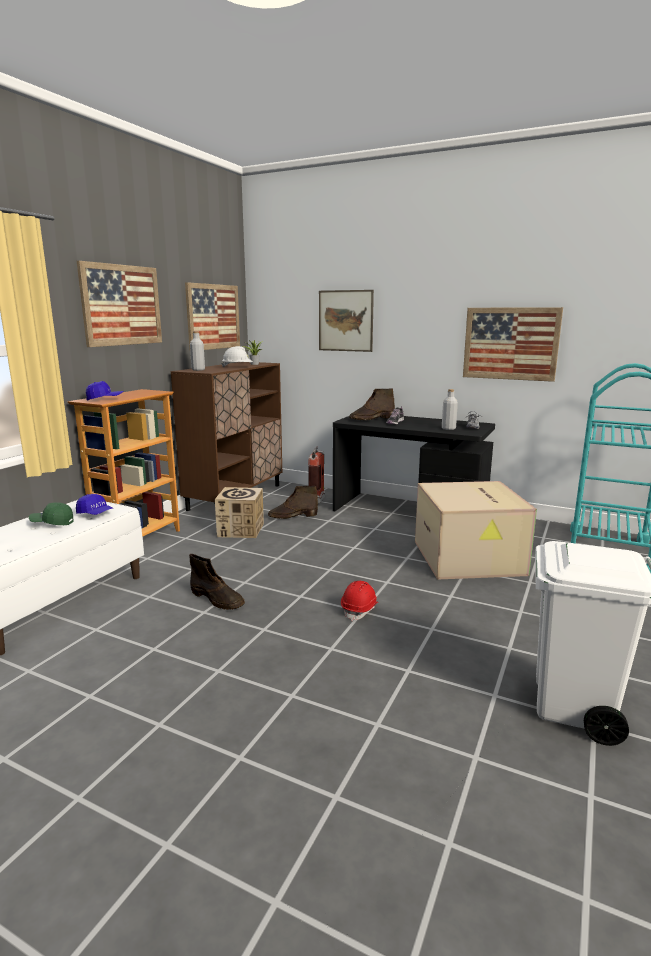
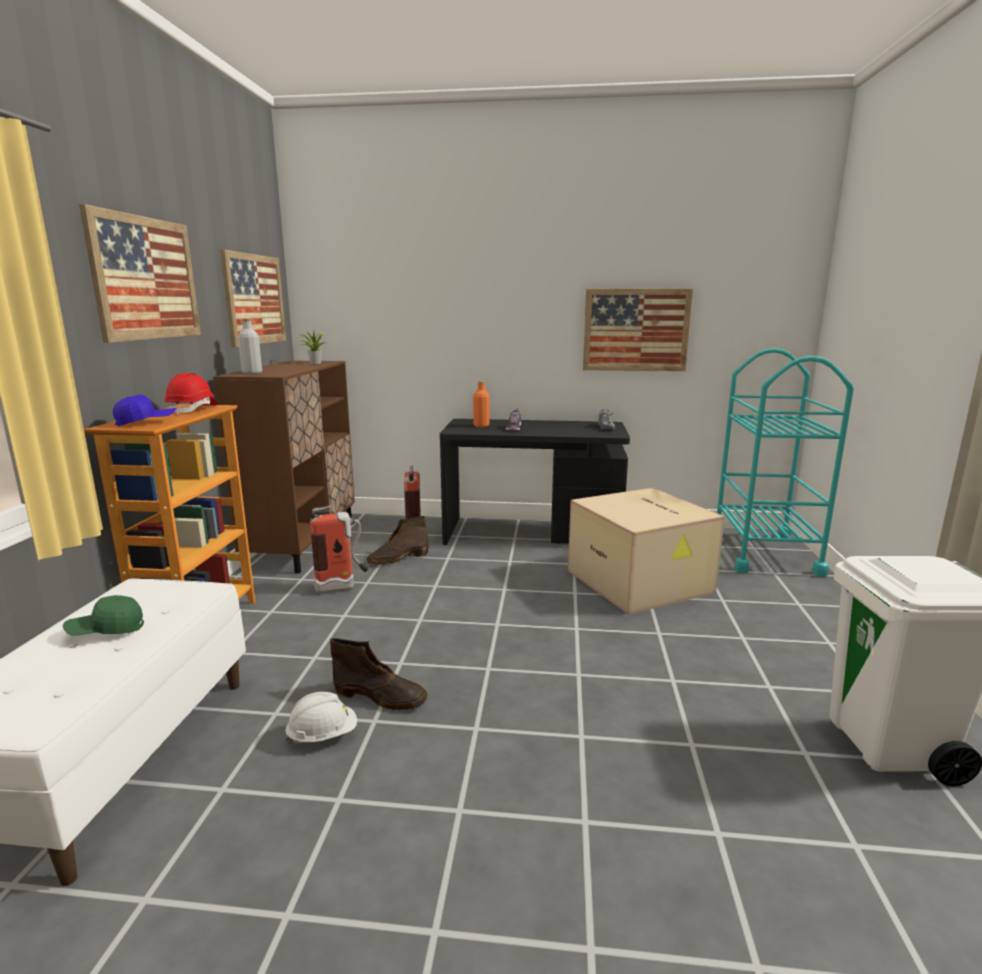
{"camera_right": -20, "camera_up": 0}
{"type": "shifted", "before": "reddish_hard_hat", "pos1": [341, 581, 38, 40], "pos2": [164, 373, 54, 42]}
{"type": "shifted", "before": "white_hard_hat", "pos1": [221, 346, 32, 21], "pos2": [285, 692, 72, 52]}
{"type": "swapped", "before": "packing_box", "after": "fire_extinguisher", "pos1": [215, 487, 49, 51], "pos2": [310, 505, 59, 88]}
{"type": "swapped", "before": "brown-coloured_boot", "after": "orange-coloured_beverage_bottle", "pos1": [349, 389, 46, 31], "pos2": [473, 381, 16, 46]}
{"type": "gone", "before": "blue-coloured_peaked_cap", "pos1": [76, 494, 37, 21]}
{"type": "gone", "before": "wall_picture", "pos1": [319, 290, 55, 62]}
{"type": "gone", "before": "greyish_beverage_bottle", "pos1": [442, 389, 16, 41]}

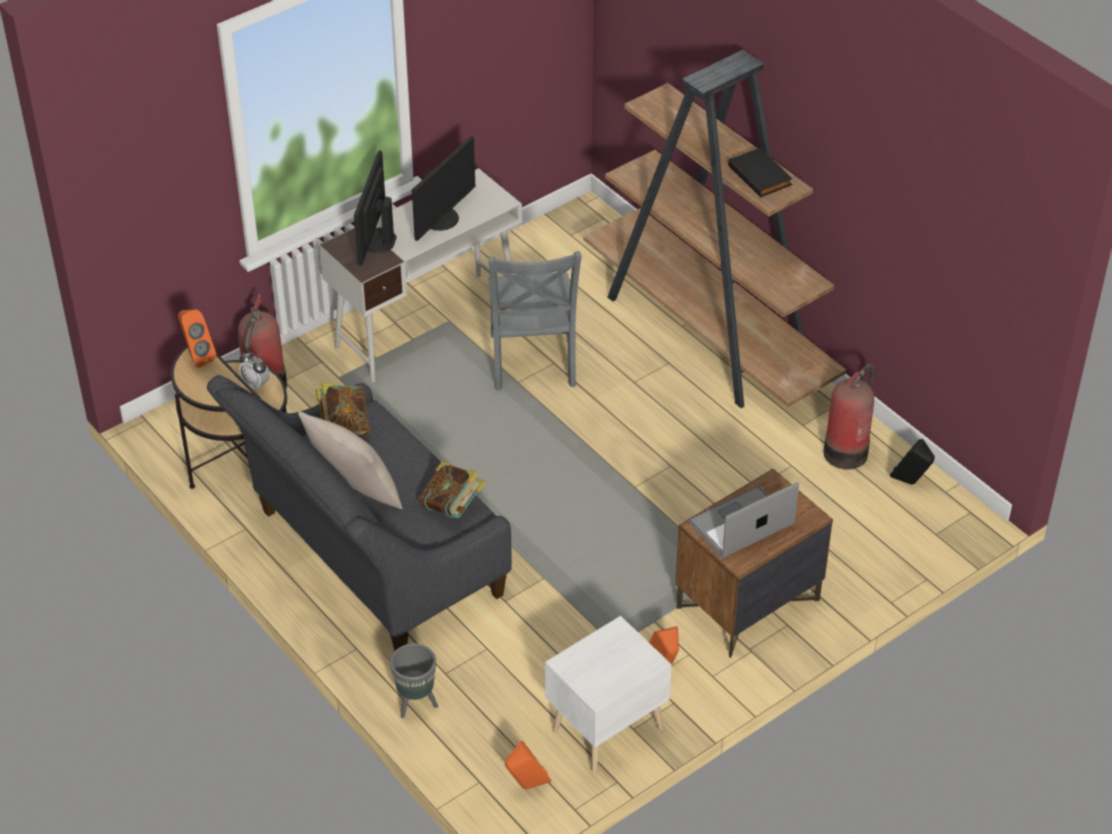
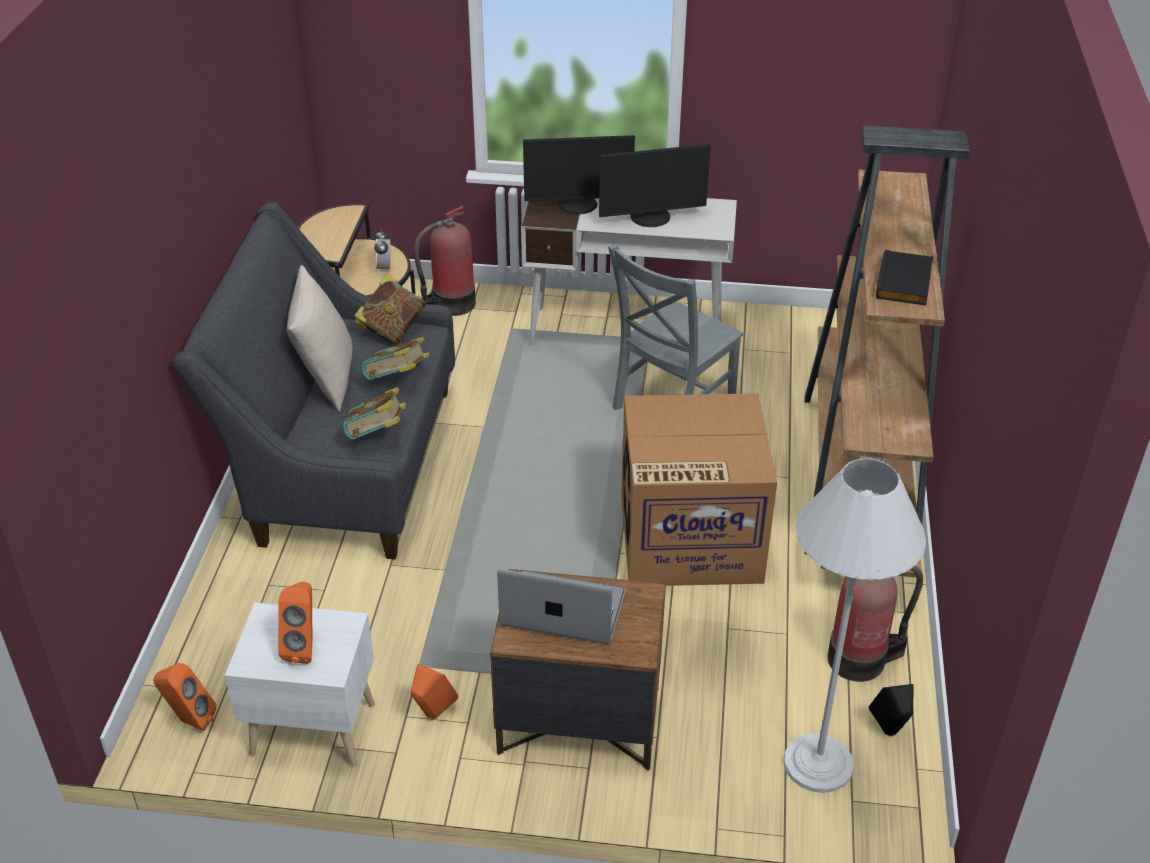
{"camera_right": 45, "camera_up": -5}
{"type": "shifted", "before": "orange-coloured_loudspeaker", "pos1": [178, 309, 38, 59], "pos2": [278, 582, 34, 82]}
{"type": "new", "after": "book", "pos2": [362, 337, 68, 43]}
{"type": "rotated", "before": "computer_screen", "pos1": [354, 150, 43, 116], "pos2": [523, 135, 112, 80], "turn": -150}
{"type": "new", "after": "packing_box", "pos2": [621, 393, 156, 193]}
{"type": "new", "after": "white_standard_lamp", "pos2": [783, 458, 143, 335]}
{"type": "gone", "before": "greyish_flower_pot", "pos1": [390, 643, 48, 75]}

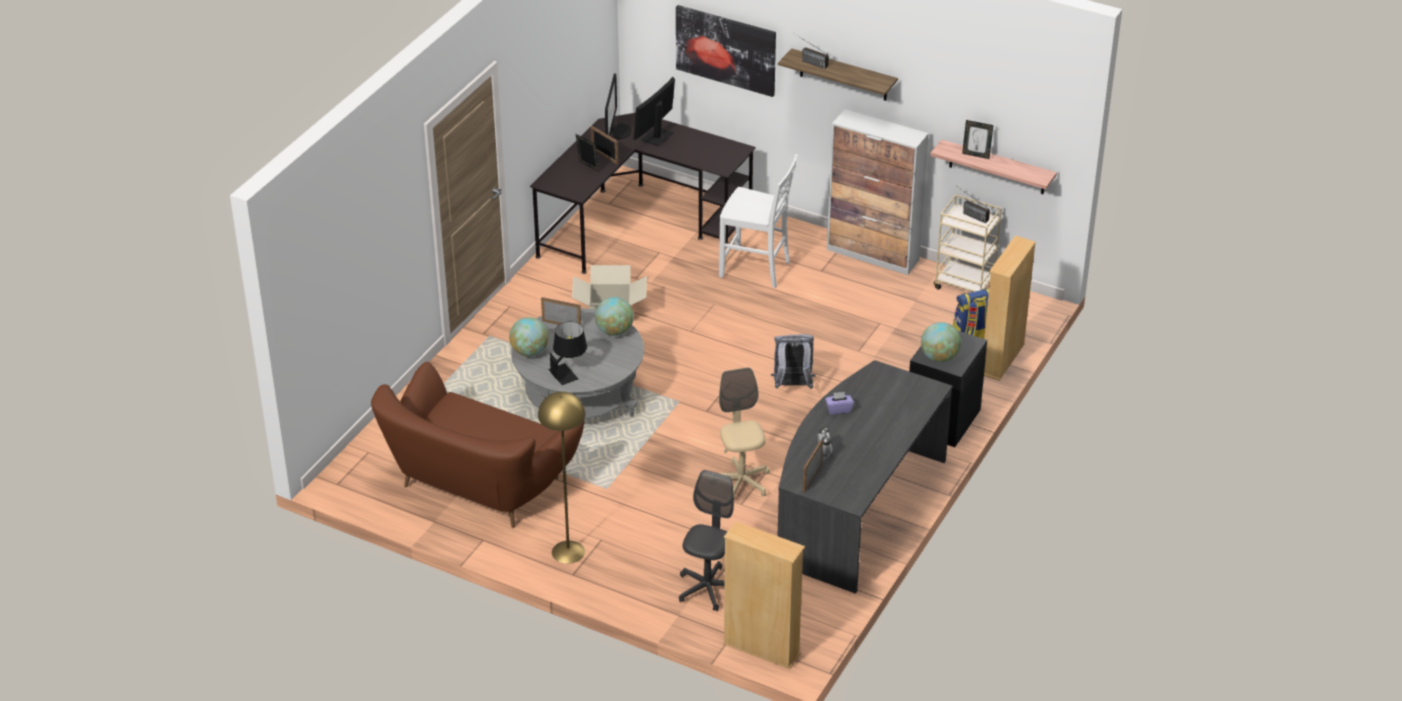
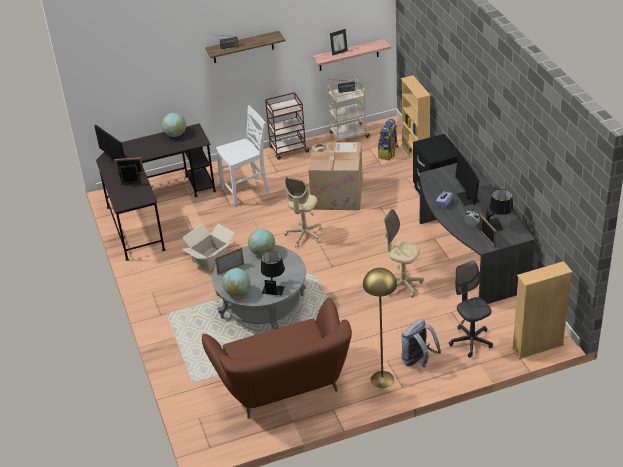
{"camera_right": -45, "camera_up": 0}
{"type": "shifted", "before": "globe", "pos1": [921, 322, 40, 40], "pos2": [162, 113, 24, 24]}
{"type": "swapped", "before": "cupboard", "after": "brown-coloured_wheeled_cart", "pos1": [827, 109, 102, 166], "pos2": [265, 92, 46, 68]}
{"type": "new", "after": "beige-coloured_office_chair", "pos2": [284, 177, 38, 71]}
{"type": "new", "after": "packing_box", "pos2": [308, 142, 55, 68]}
{"type": "shifted", "before": "greyish_backpack", "pos1": [771, 334, 45, 55], "pos2": [401, 319, 40, 49]}
{"type": "shifted", "before": "computer_screen", "pos1": [634, 77, 41, 69], "pos2": [455, 153, 25, 53]}
{"type": "new", "after": "blackish_table_lamp", "pos2": [486, 189, 28, 42]}
{"type": "gone", "before": "wall_picture", "pos1": [676, 5, 100, 92]}

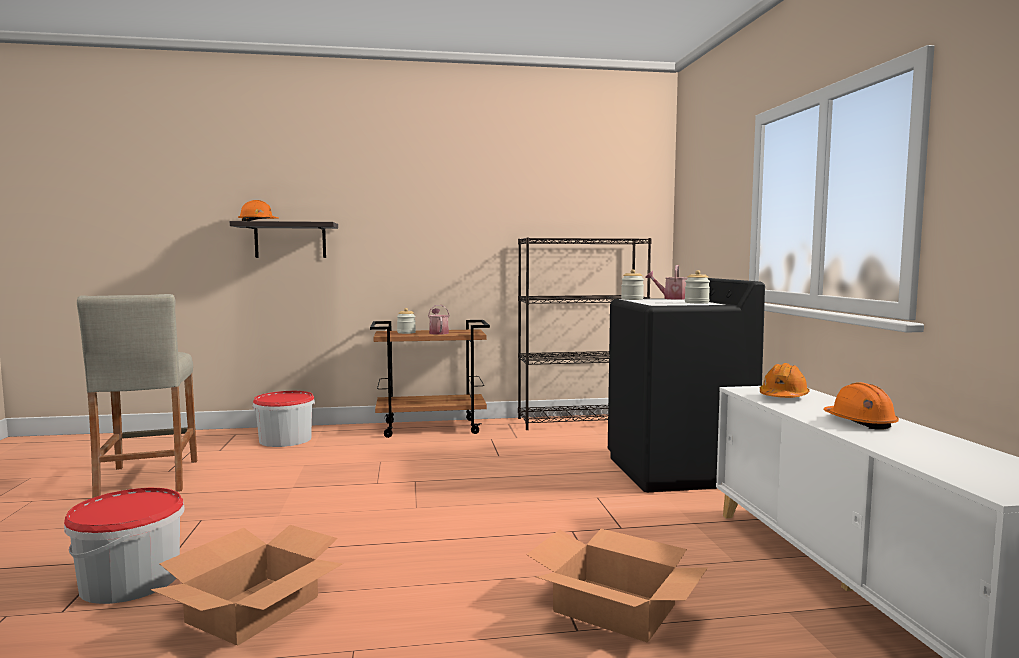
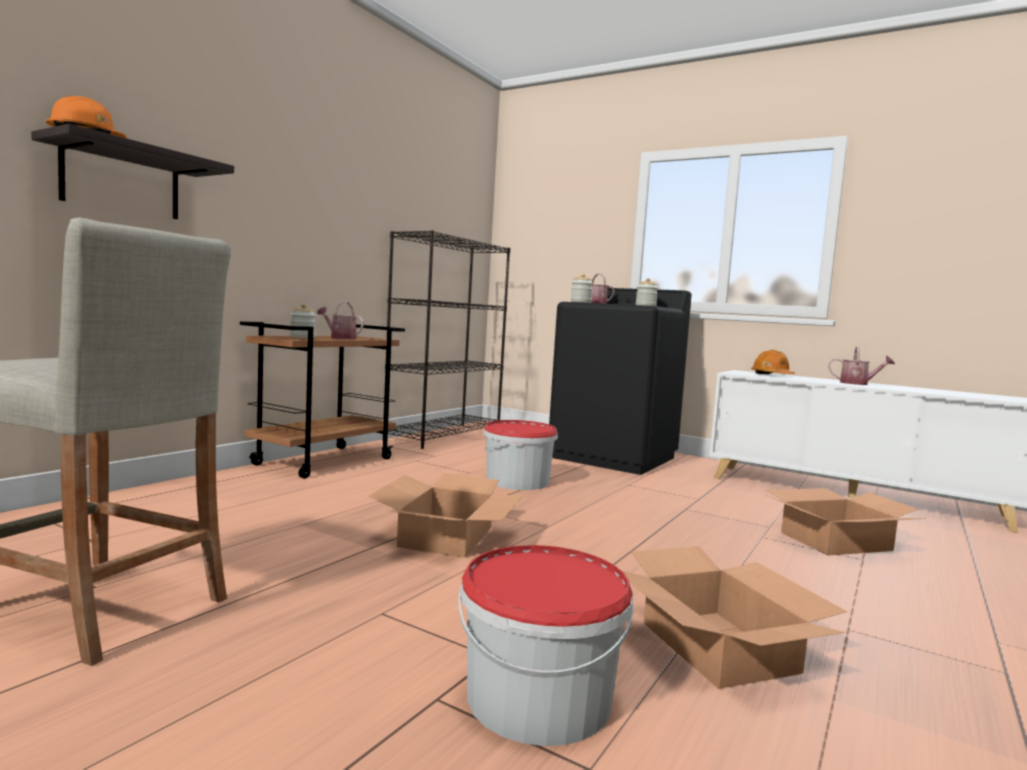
{"camera_right": -50, "camera_up": 0}
{"type": "new", "after": "packing_box", "pos2": [369, 473, 155, 85]}
{"type": "shifted", "before": "pail", "pos1": [252, 391, 63, 56], "pos2": [484, 420, 74, 70]}
{"type": "swapped", "before": "orange-coloured_hard_hat", "after": "sprinkling_can", "pos1": [824, 382, 75, 48], "pos2": [828, 347, 67, 38]}

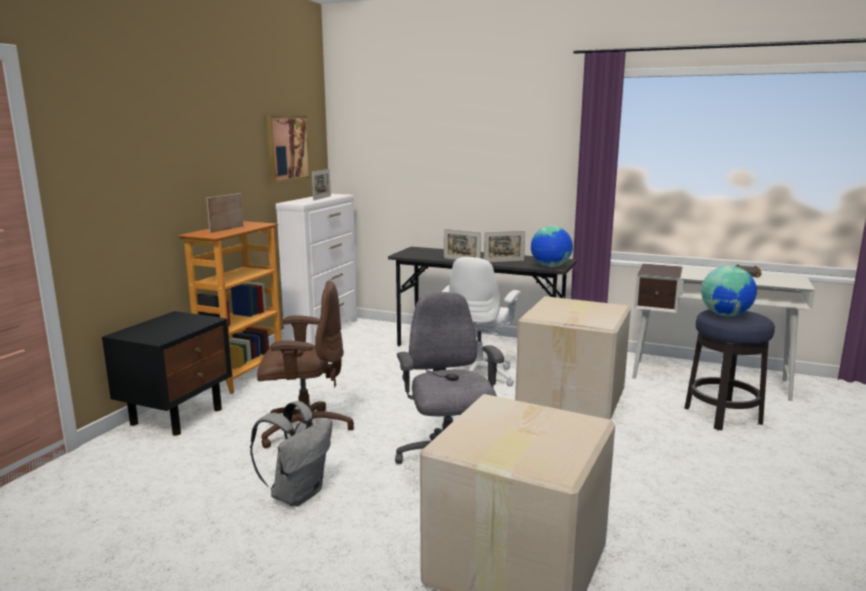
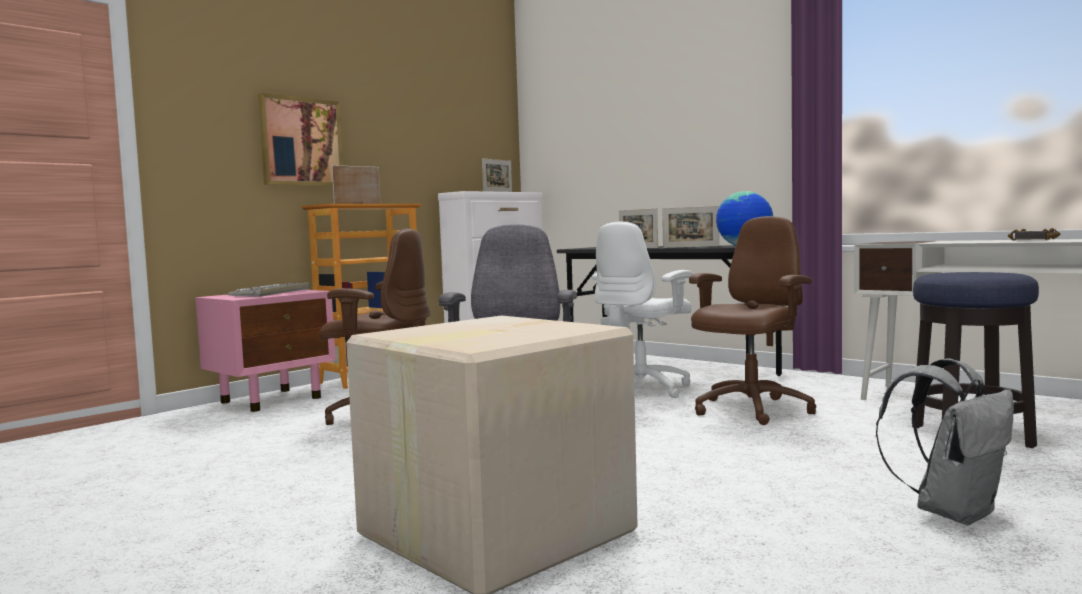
{"camera_right": 20, "camera_up": -10}
{"type": "repainted", "before": "blackish_nightstand", "after": "pinkish_nightstand", "pos1": [102, 311, 130, 125], "pos2": [195, 290, 141, 122]}
{"type": "new", "after": "PC_keyboard", "pos2": [228, 282, 81, 15]}
{"type": "shifted", "before": "wall_picture", "pos1": [266, 115, 45, 68], "pos2": [258, 93, 85, 93]}
{"type": "swapped", "before": "packing_box", "after": "brown-coloured_office_chair", "pos1": [515, 296, 116, 124], "pos2": [689, 216, 127, 209]}
{"type": "shifted", "before": "greyish_backpack", "pos1": [250, 401, 82, 106], "pos2": [876, 358, 138, 167]}
{"type": "gone", "before": "globe", "pos1": [701, 266, 56, 50]}

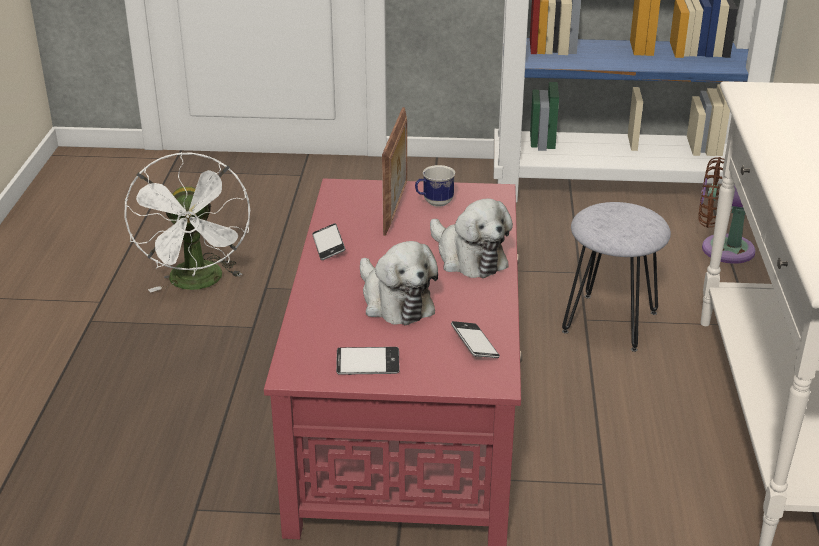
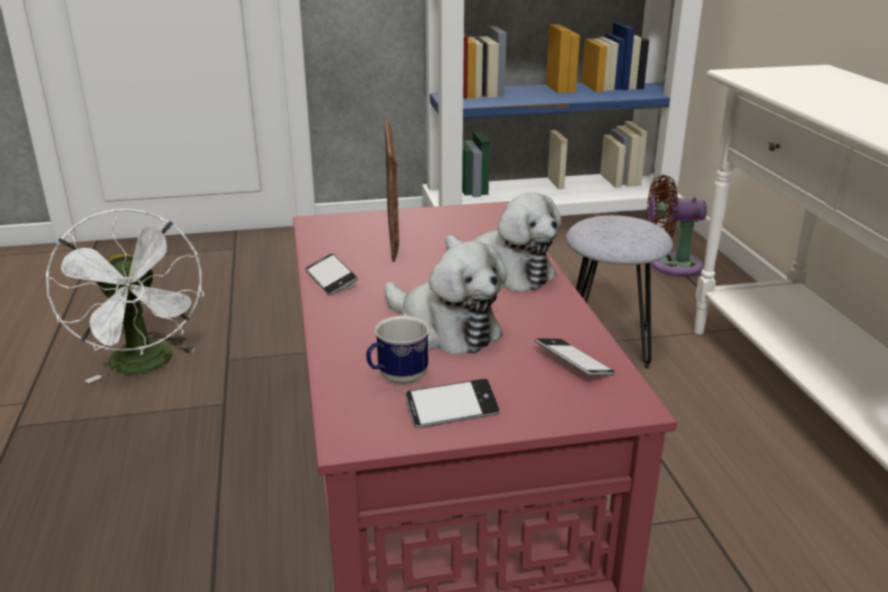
{"camera_right": -15, "camera_up": -5}
{"type": "shifted", "before": "mug", "pos1": [415, 165, 40, 42], "pos2": [366, 316, 64, 69]}

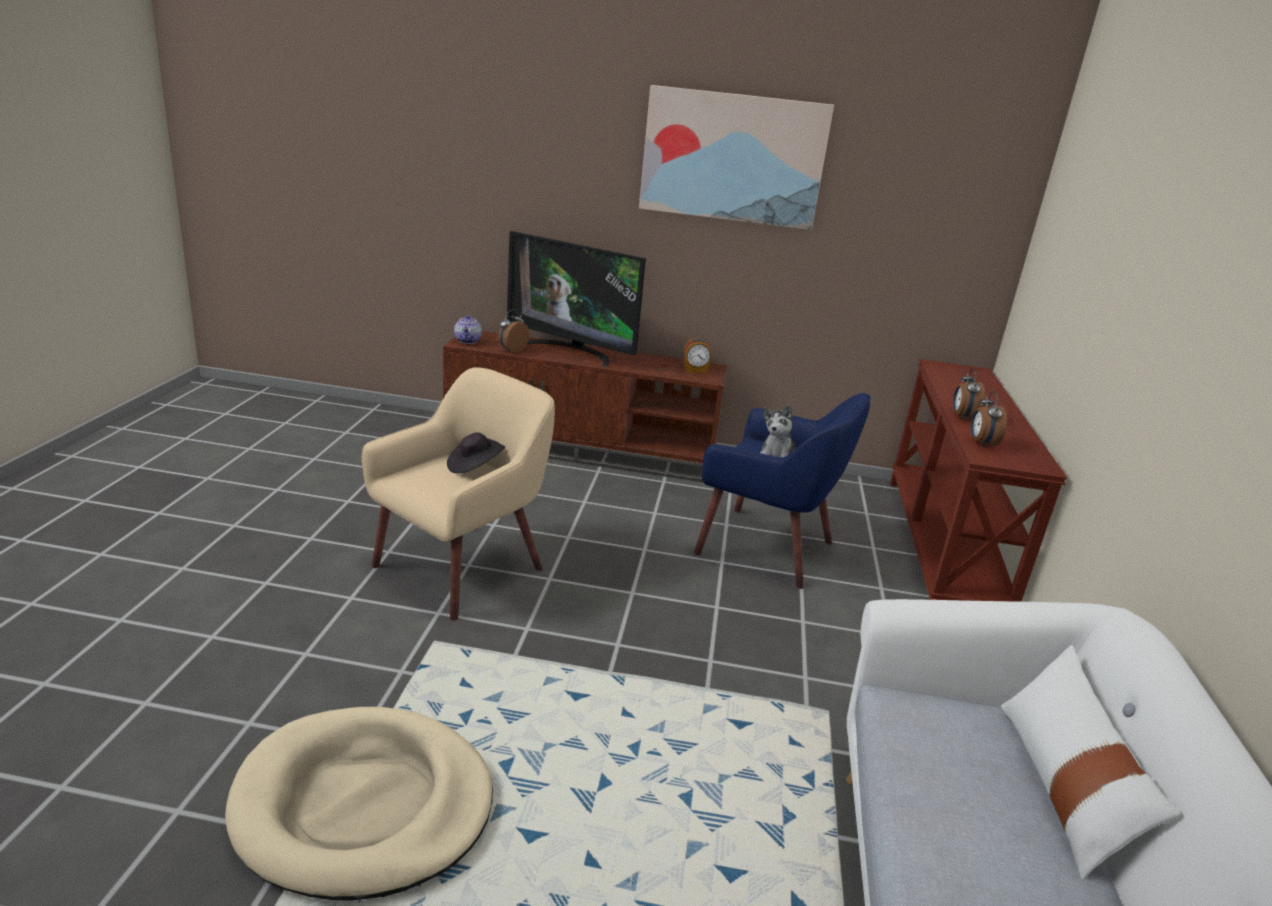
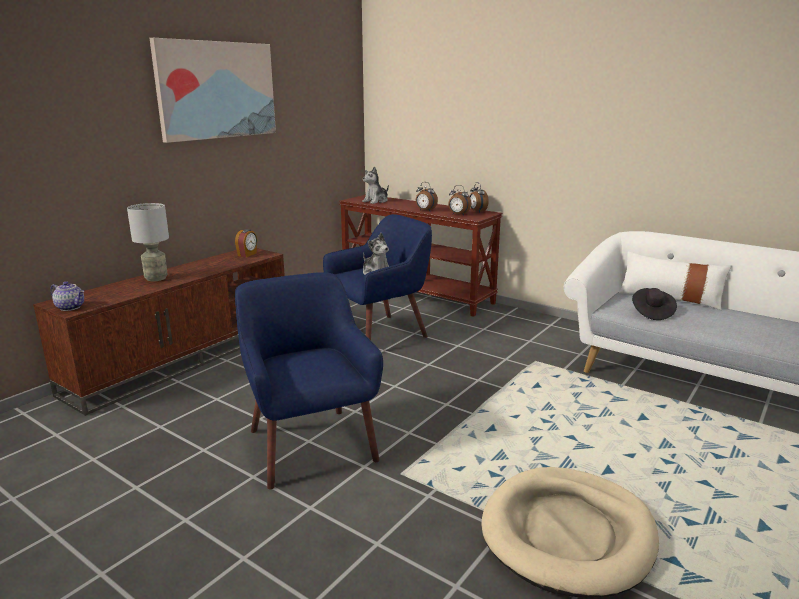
{"camera_right": -60, "camera_up": -5}
{"type": "swapped", "before": "television", "after": "greyish_table_lamp", "pos1": [507, 231, 139, 136], "pos2": [127, 203, 42, 78]}
{"type": "repainted", "before": "beige-coloured_armchair", "after": "blue-coloured_armchair", "pos1": [362, 367, 193, 254], "pos2": [235, 272, 148, 218]}
{"type": "new", "after": "plush_toy", "pos2": [362, 167, 27, 37]}
{"type": "shifted", "before": "alarm_clock", "pos1": [498, 309, 31, 44], "pos2": [469, 182, 19, 31]}
{"type": "shifted", "before": "blackish_clothing_hat", "pos1": [447, 432, 58, 41], "pos2": [632, 288, 45, 32]}

